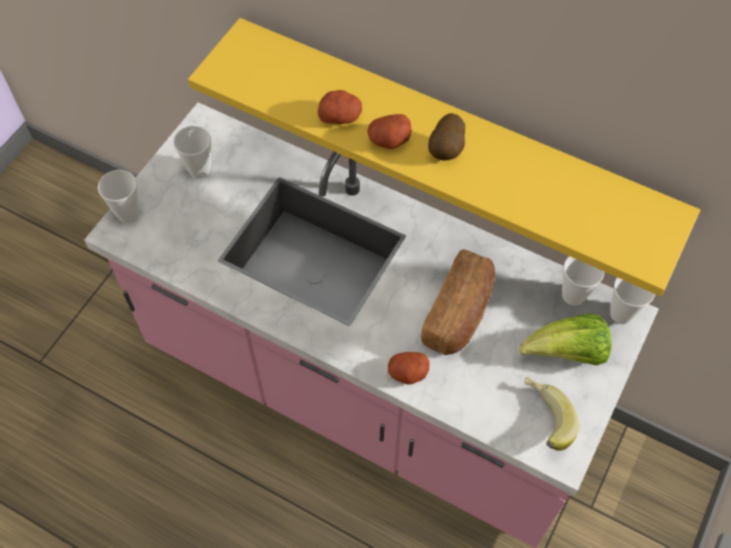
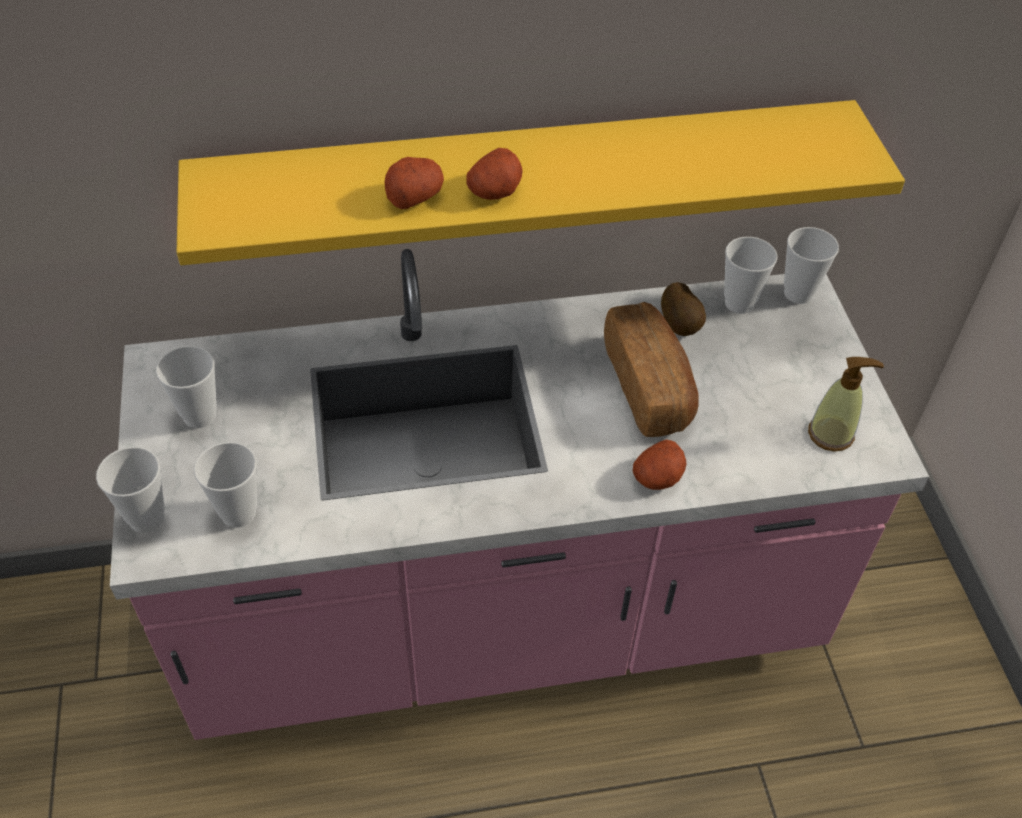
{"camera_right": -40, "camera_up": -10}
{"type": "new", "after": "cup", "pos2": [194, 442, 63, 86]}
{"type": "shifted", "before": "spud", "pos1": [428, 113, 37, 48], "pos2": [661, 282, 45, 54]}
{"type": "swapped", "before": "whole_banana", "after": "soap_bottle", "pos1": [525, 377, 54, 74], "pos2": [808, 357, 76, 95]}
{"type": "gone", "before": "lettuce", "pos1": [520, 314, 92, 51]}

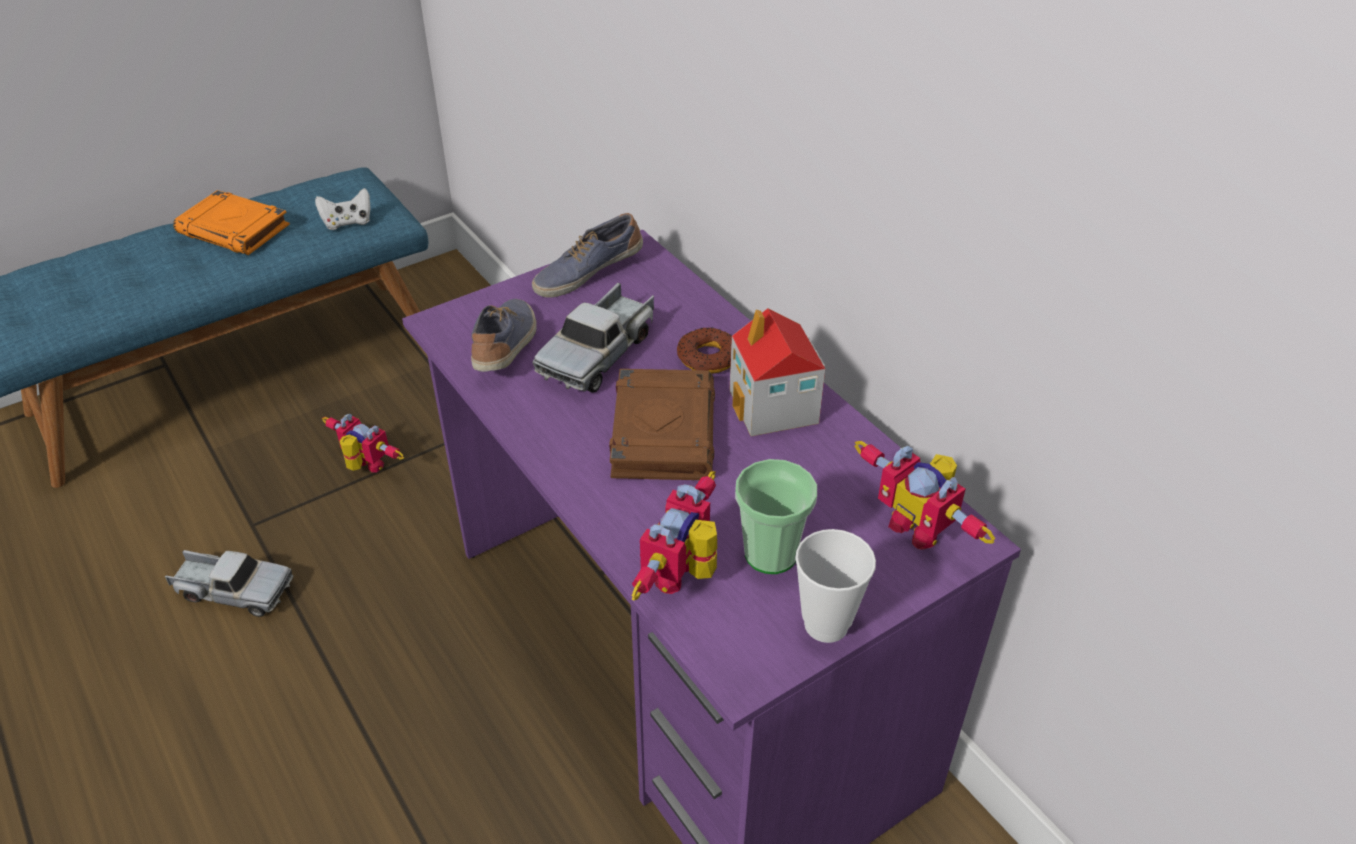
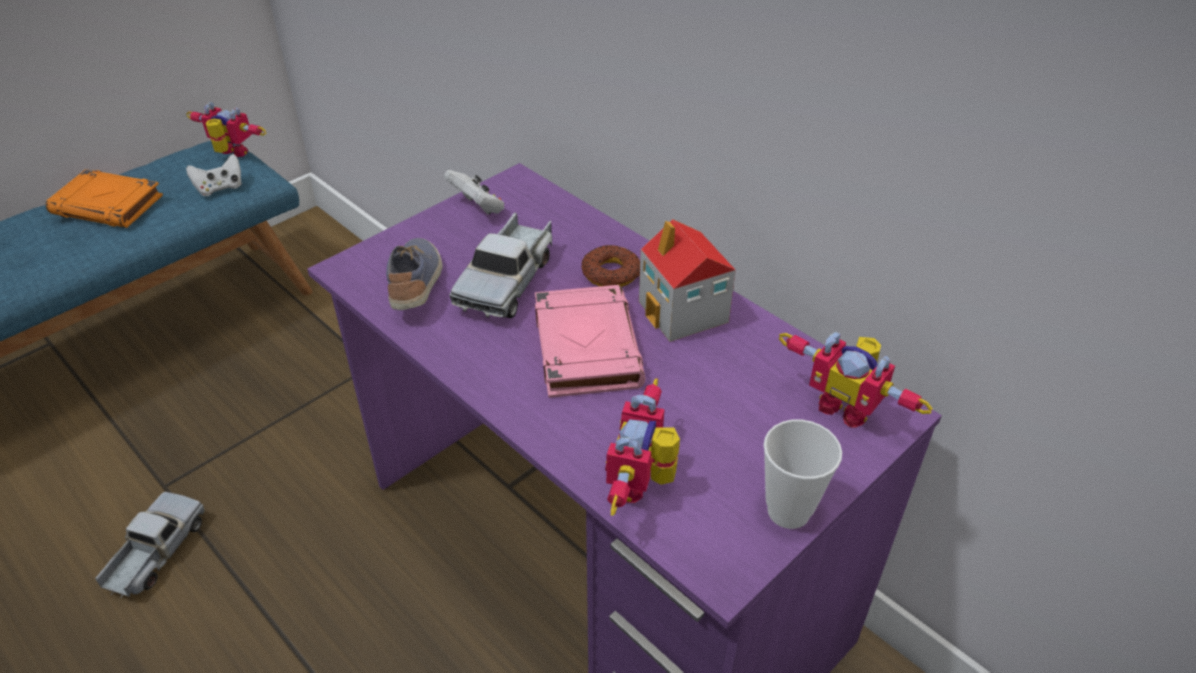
{"camera_right": -10, "camera_up": 0}
{"type": "rotated", "before": "model_truck", "pos1": [165, 550, 128, 67], "pos2": [95, 492, 110, 106], "turn": -75}
{"type": "shifted", "before": "model_robot", "pos1": [322, 414, 82, 58], "pos2": [186, 102, 80, 55]}
{"type": "swapped", "before": "shoe", "after": "white_gamepad", "pos1": [532, 213, 111, 85], "pos2": [444, 170, 60, 44]}
{"type": "repainted", "before": "brown-coloured_book", "after": "pinkish_book", "pos1": [609, 369, 106, 111], "pos2": [535, 285, 111, 113]}
{"type": "gone", "before": "cup", "pos1": [735, 459, 82, 115]}

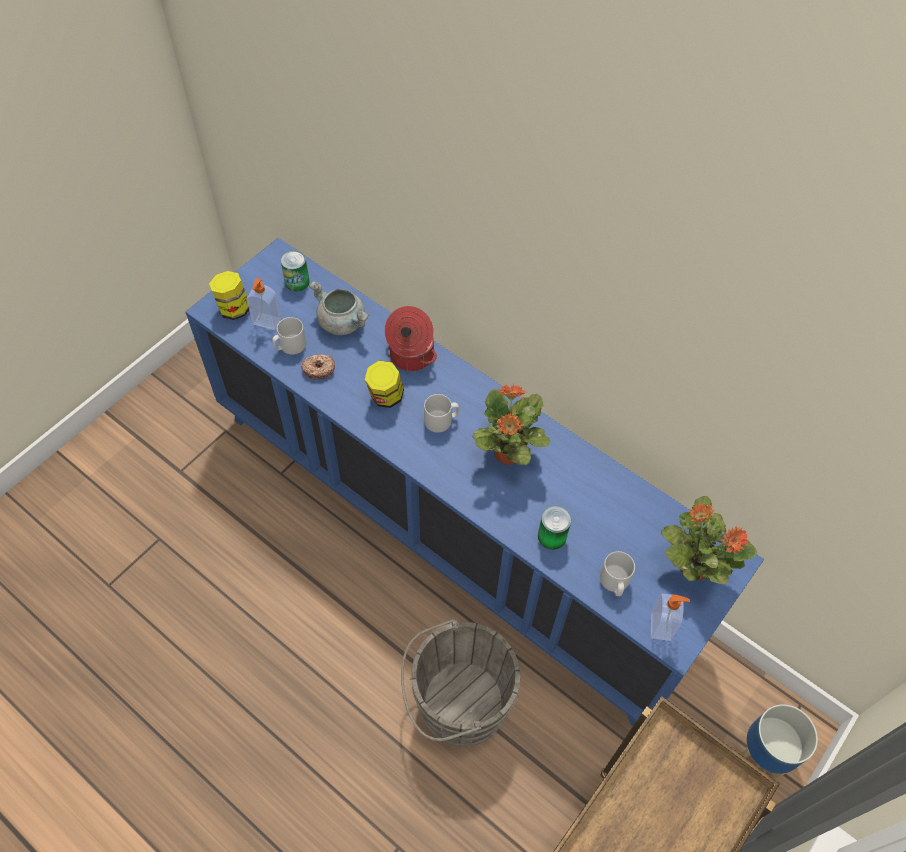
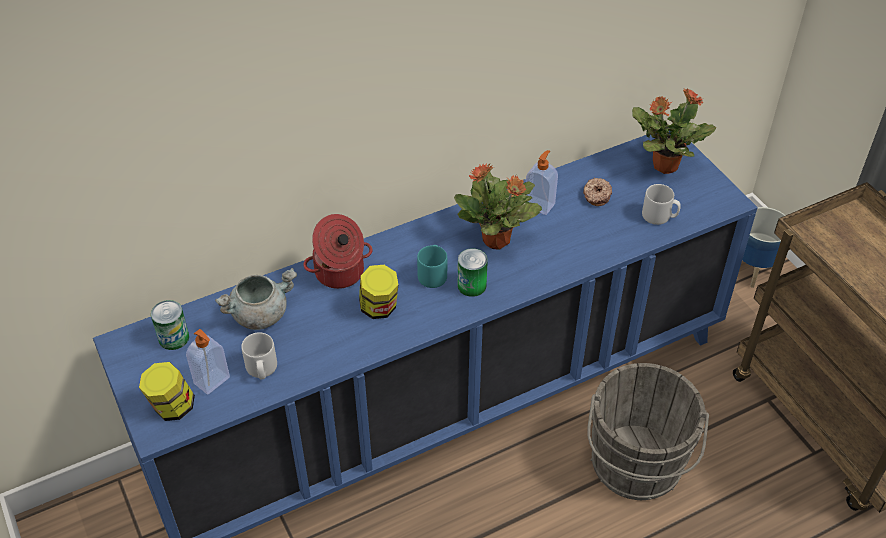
{"camera_right": -65, "camera_up": -10}
{"type": "repainted", "before": "greyish_mug", "after": "turquoise-coloured_mug", "pos1": [424, 394, 35, 39], "pos2": [417, 245, 30, 43]}
{"type": "shifted", "before": "can", "pos1": [538, 506, 33, 44], "pos2": [457, 248, 31, 49]}
{"type": "shifted", "before": "soap_bottle", "pos1": [651, 594, 39, 47], "pos2": [526, 150, 32, 65]}
{"type": "shifted", "before": "ring_doughnut", "pos1": [301, 354, 34, 25], "pos2": [583, 178, 29, 28]}

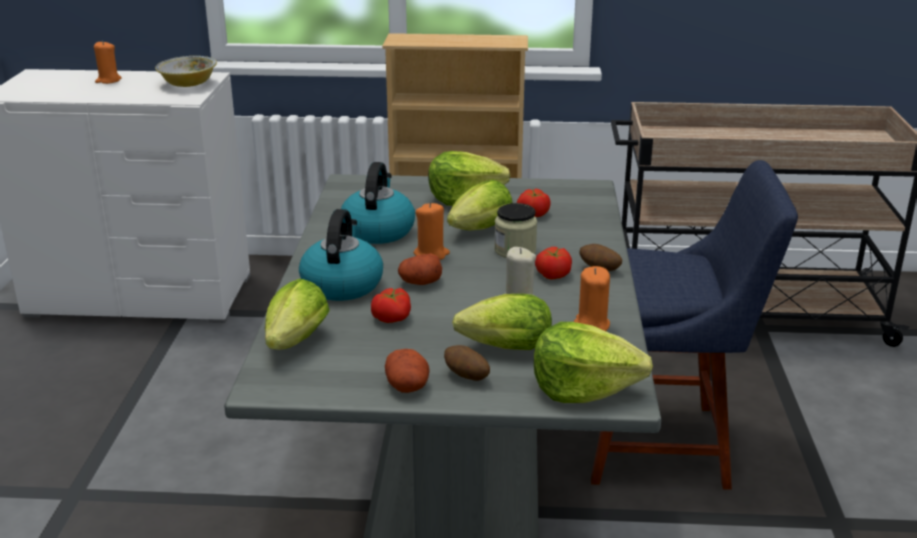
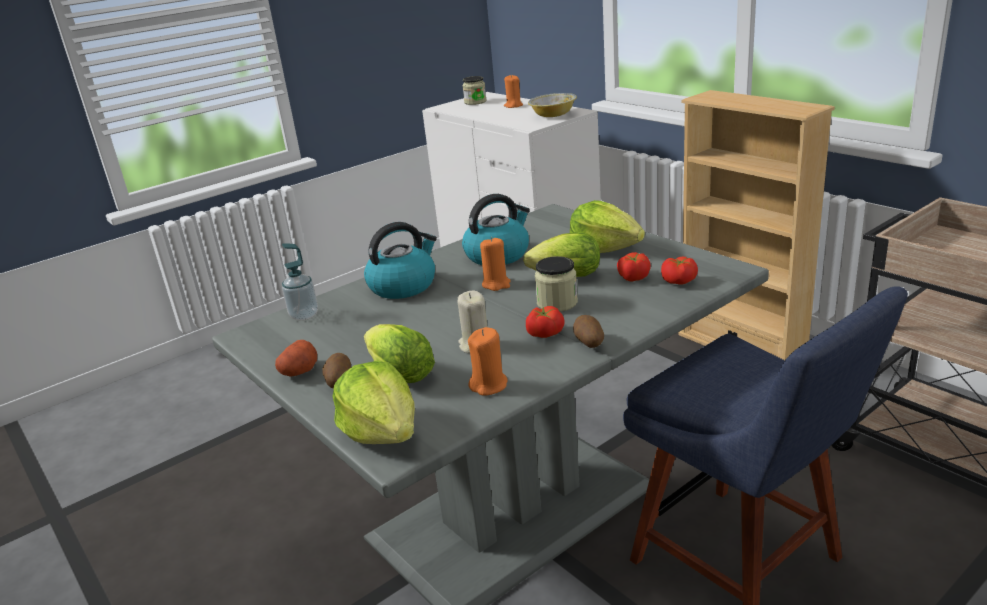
{"camera_right": 50, "camera_up": 0}
{"type": "swapped", "before": "lettuce", "after": "soap_bottle", "pos1": [265, 279, 65, 71], "pos2": [282, 243, 36, 78]}
{"type": "new", "after": "preserve_jar", "pos2": [462, 76, 24, 29]}
{"type": "shifted", "before": "whole_tomato", "pos1": [371, 288, 40, 35], "pos2": [661, 256, 37, 29]}
{"type": "gone", "before": "spud", "pos1": [398, 253, 44, 32]}

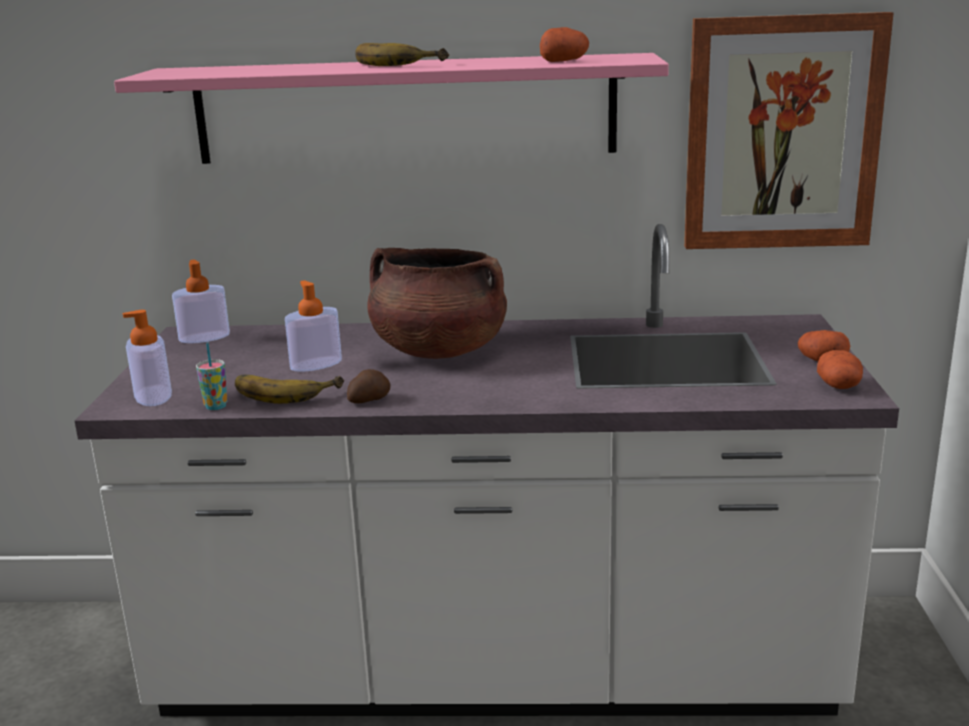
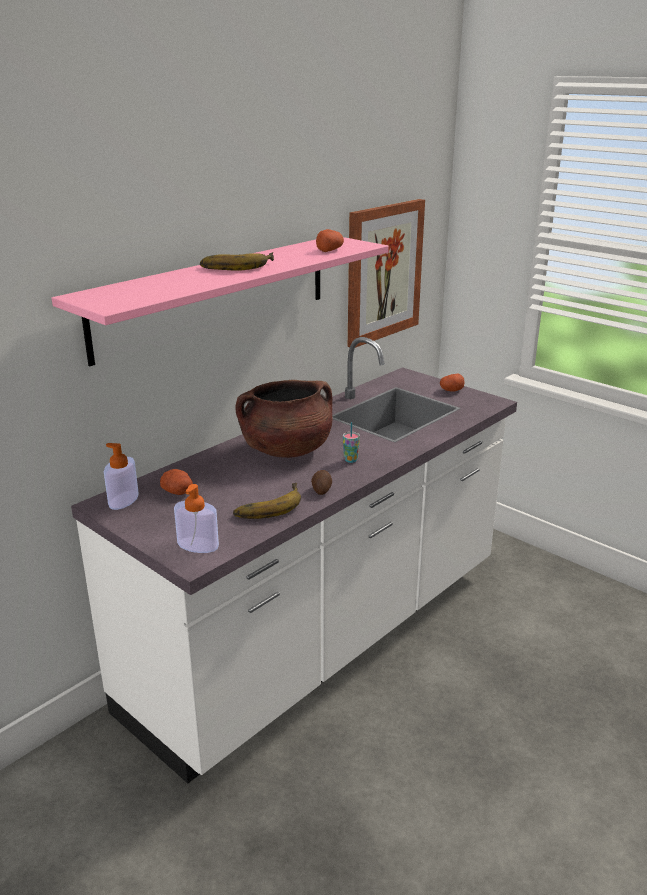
{"camera_right": -50, "camera_up": 5}
{"type": "shifted", "before": "spud", "pos1": [817, 350, 46, 39], "pos2": [160, 469, 33, 26]}
{"type": "shifted", "before": "cup", "pos1": [196, 343, 31, 67], "pos2": [343, 422, 17, 41]}
{"type": "gone", "before": "soap_bottle", "pos1": [285, 280, 57, 92]}

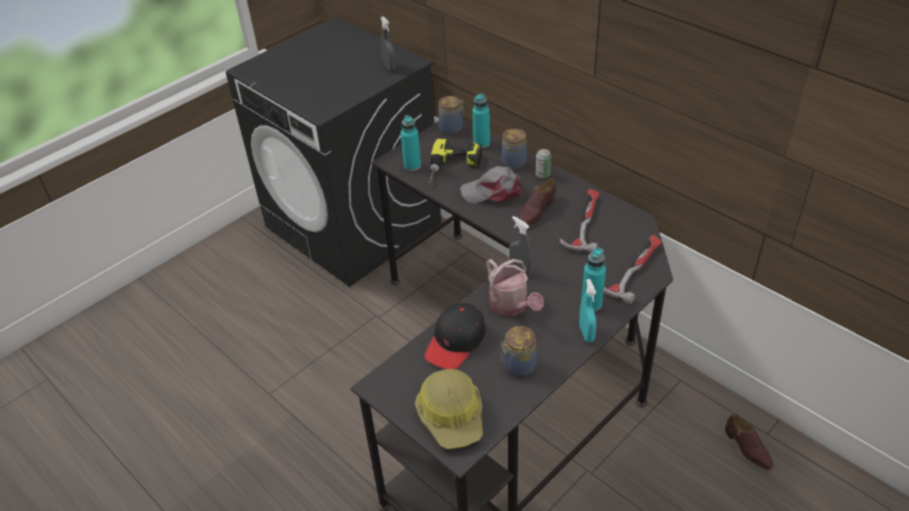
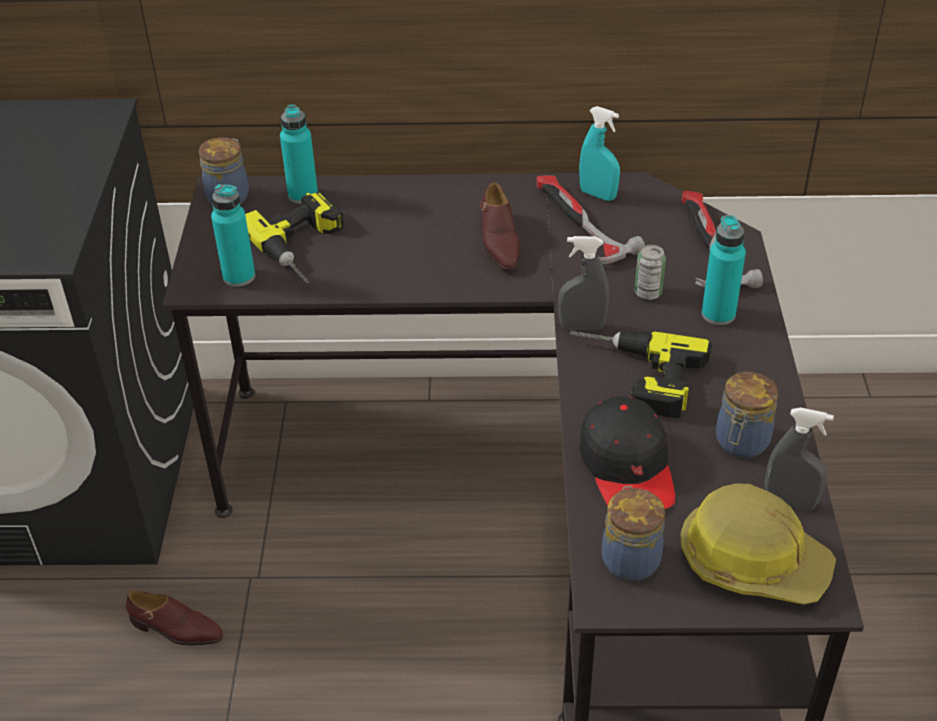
{"camera_right": -45, "camera_up": 0}
{"type": "shifted", "before": "brown-coloured_shoe", "pos1": [725, 413, 48, 57], "pos2": [126, 590, 97, 56]}
{"type": "swapped", "before": "sprinkling_can", "after": "drill", "pos1": [486, 259, 58, 57], "pos2": [570, 331, 142, 87]}
{"type": "shifted", "before": "turquoise-coloured_spray_bottle", "pos1": [579, 279, 17, 64], "pos2": [579, 106, 41, 95]}
{"type": "shifted", "before": "preserve_jar", "pos1": [502, 129, 25, 40], "pos2": [602, 486, 63, 95]}
{"type": "shifted", "before": "can", "pos1": [536, 149, 15, 29], "pos2": [635, 245, 31, 55]}
{"type": "shifted", "before": "greyish_spray_bottle", "pos1": [381, 16, 15, 55], "pos2": [765, 408, 69, 102]}
{"type": "gone", "before": "greyish_peaked_cap", "pos1": [460, 166, 64, 38]}

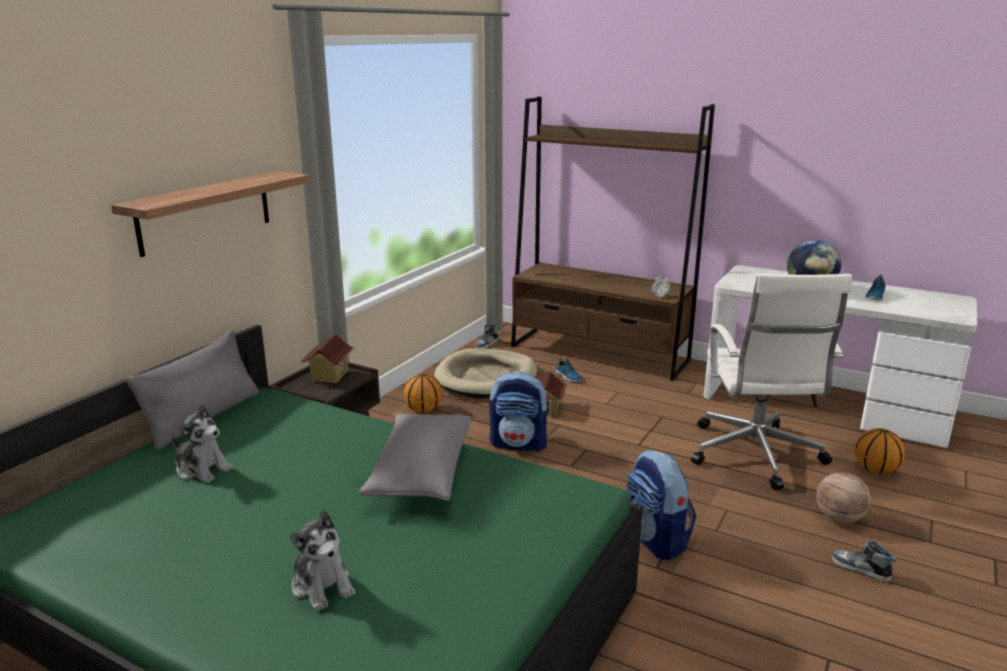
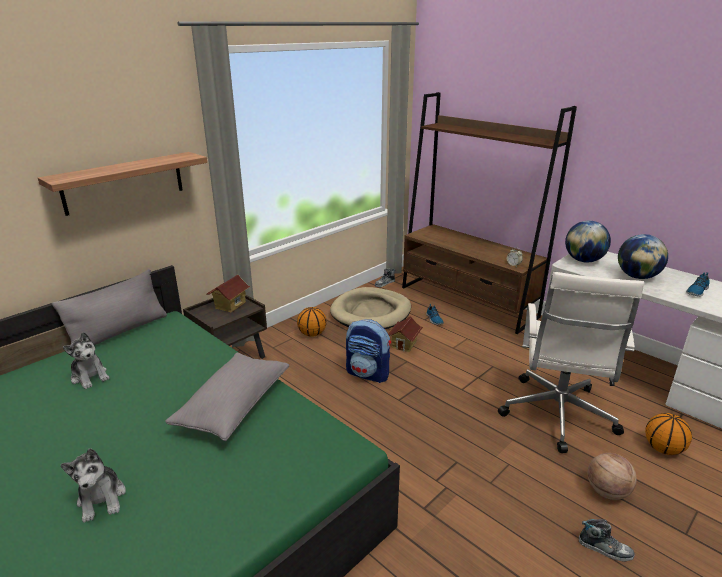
{"camera_right": 15, "camera_up": 5}
{"type": "new", "after": "globe", "pos2": [565, 221, 46, 42]}
{"type": "rotated", "before": "shoe", "pos1": [832, 540, 64, 42], "pos2": [579, 519, 56, 43], "turn": 150}
{"type": "gone", "before": "backpack", "pos1": [627, 450, 69, 110]}

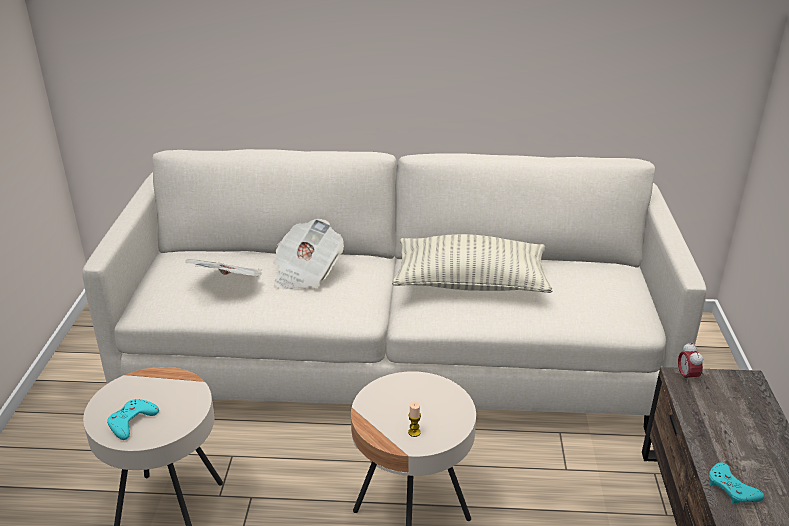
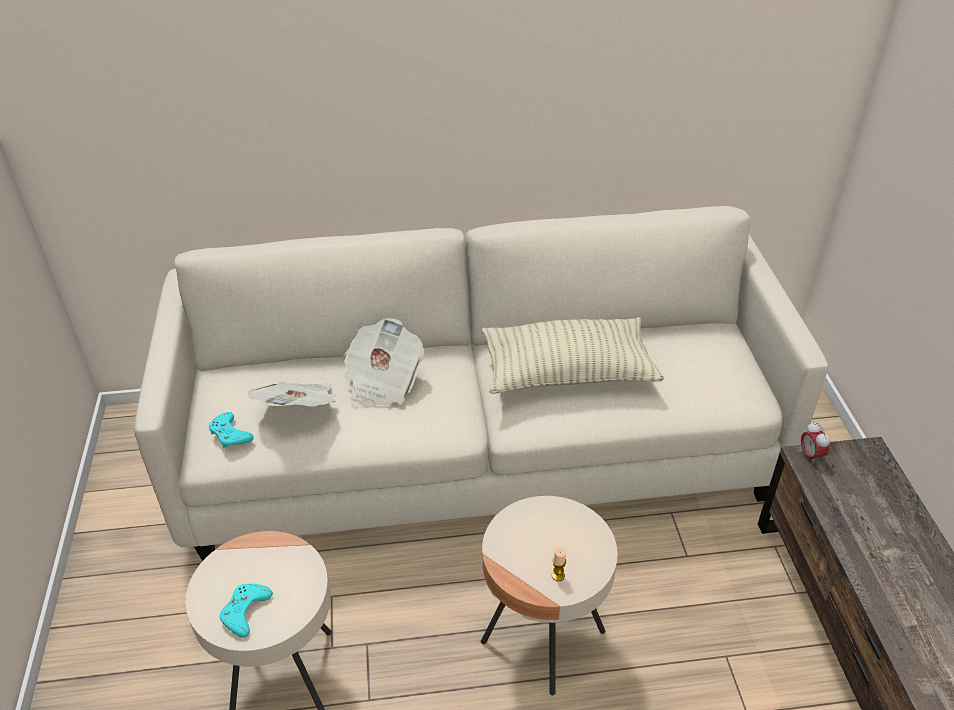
{"camera_right": -10, "camera_up": 10}
{"type": "shifted", "before": "turquoise-coloured_gamepad", "pos1": [709, 462, 55, 42], "pos2": [209, 412, 45, 36]}

